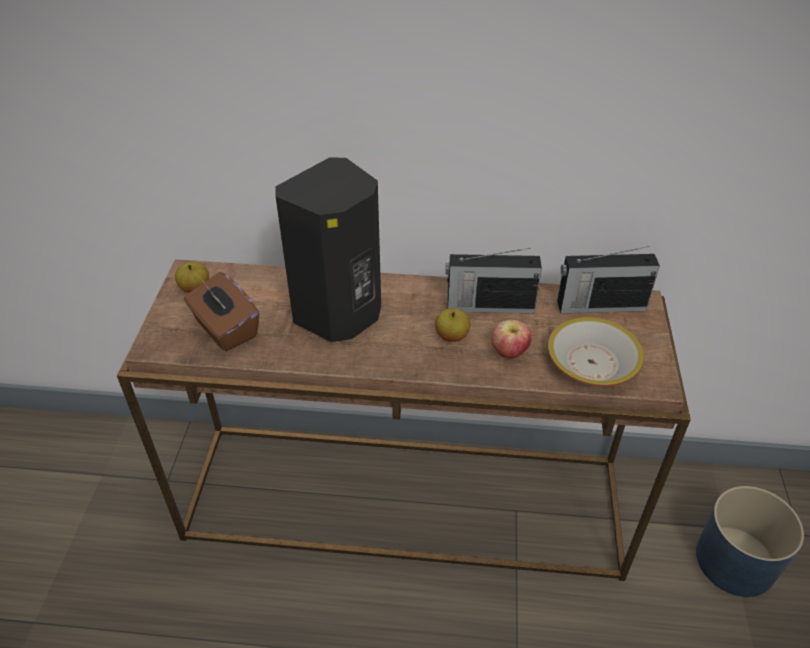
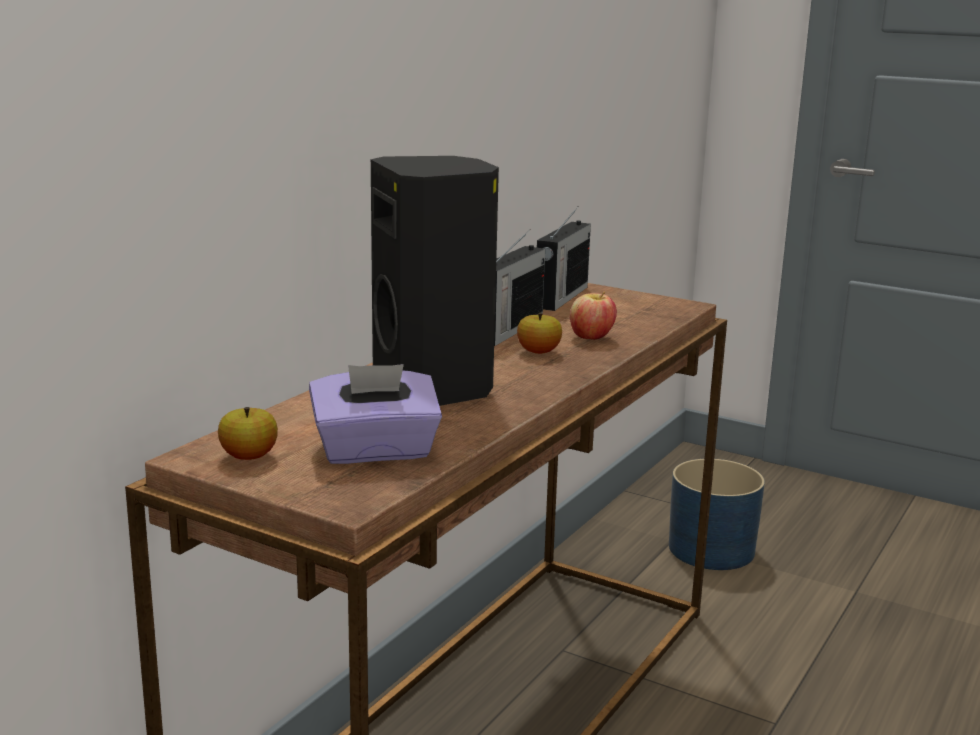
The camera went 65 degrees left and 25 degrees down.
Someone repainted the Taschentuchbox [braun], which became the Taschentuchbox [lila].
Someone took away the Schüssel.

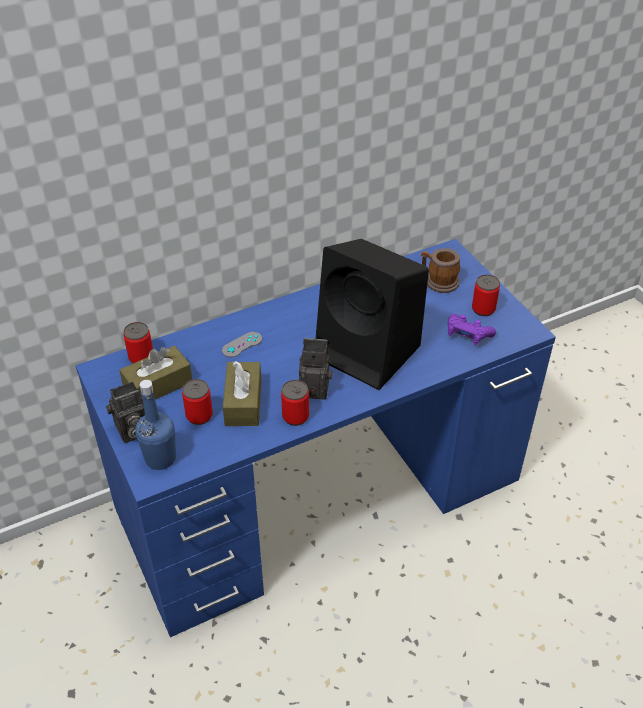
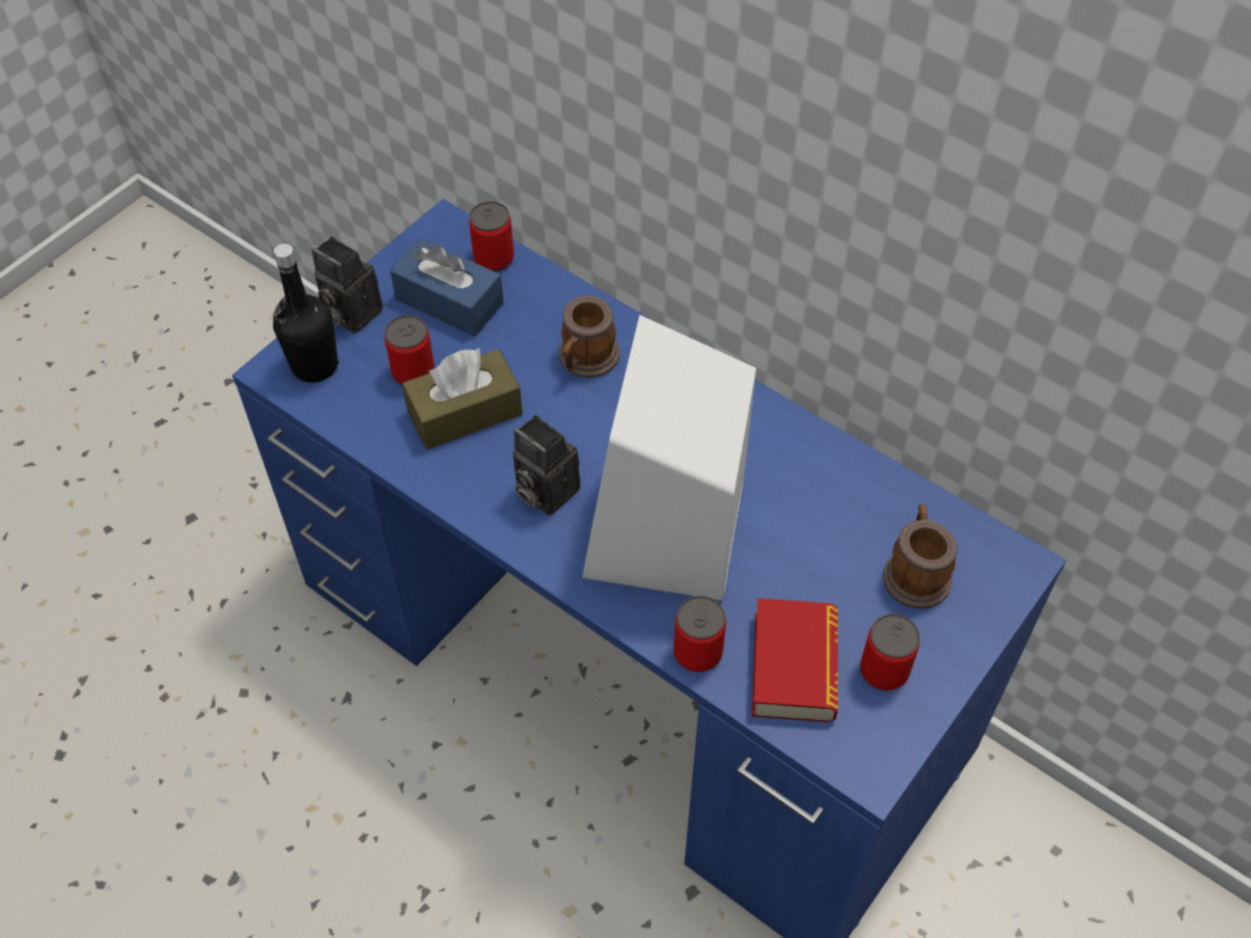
The camera went 65 degrees right and 10 degrees up.
Someone repainted the Taschentuchbox [braun] (1st from left), which became the Taschentuchbox [blau].
Someone repainted the Flasche [blau], which became the Flasche [schwarz].
Someone swapped the Gamepad [grau] for the Henkelbecher (1st from left).
Someone carried the Dose (3rd from left).
Someone rotated the Kamera (2nd from left) by 150 degrees clockwise.
Someone repainted the Lautsprecher [schwarz], which became the Lautsprecher [weiß].
Someone swapped the Gamepad [lila] for the Buch.

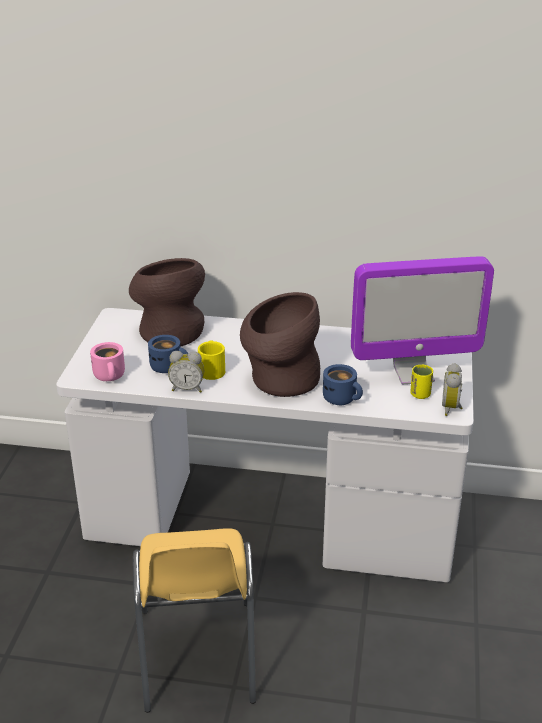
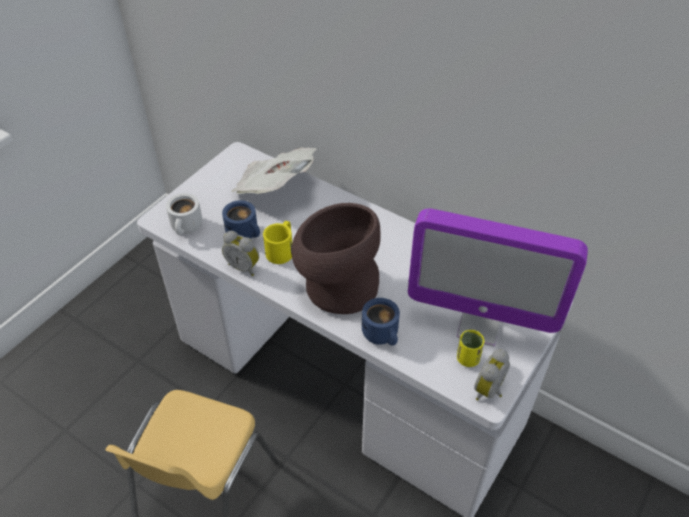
The camera went 25 degrees right and 15 degrees up.
Someone repainted the Henkelbecher [rosa], which became the Henkelbecher [weiß].
Someone swapped the Vase [braun] (1st from left) for the Zeitung.

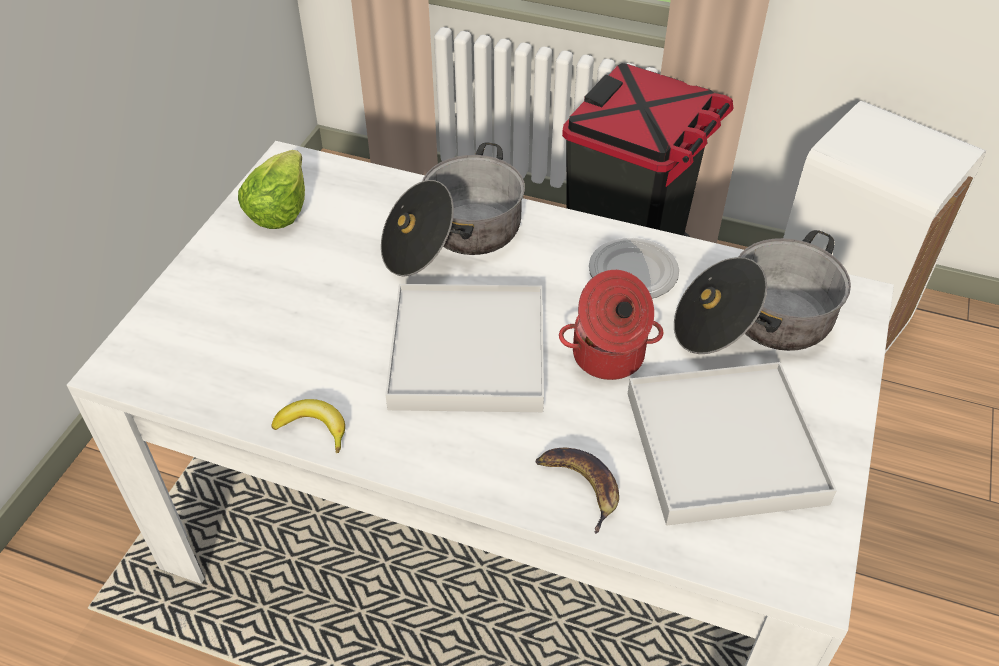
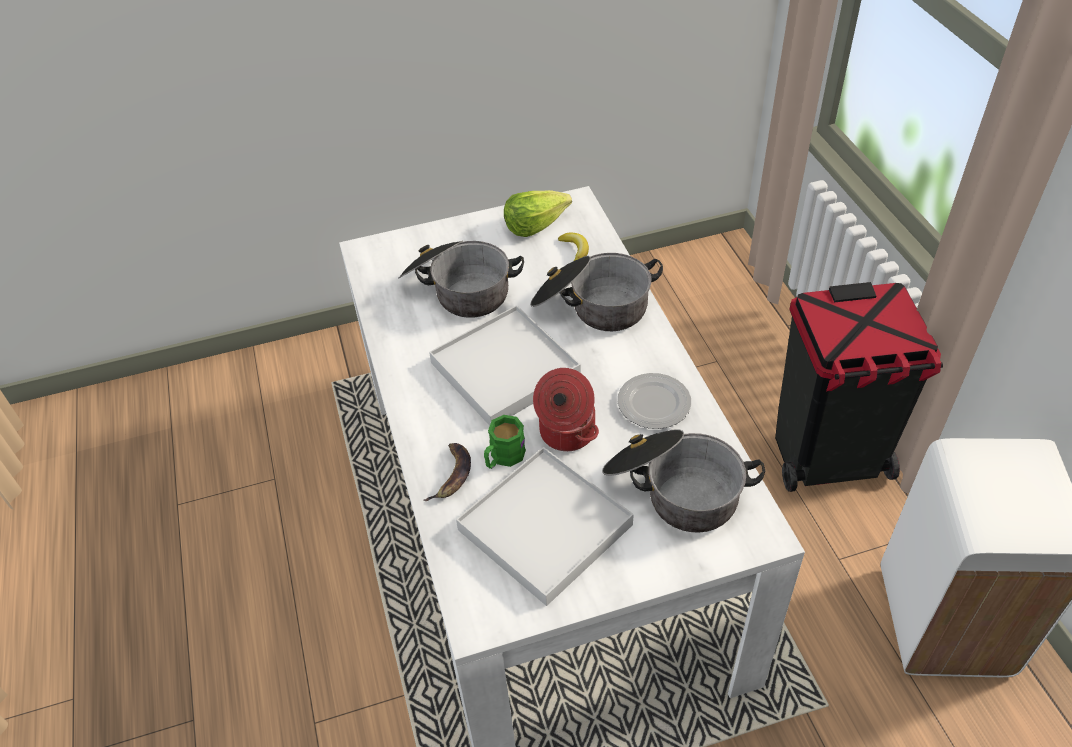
The camera went 55 degrees right and 0 degrees up.
Someone carried the Banane (1st from left in the first image).
Someone put down the Kochtopf (1st from left).
Someone put down the Henkelbecher [grün].

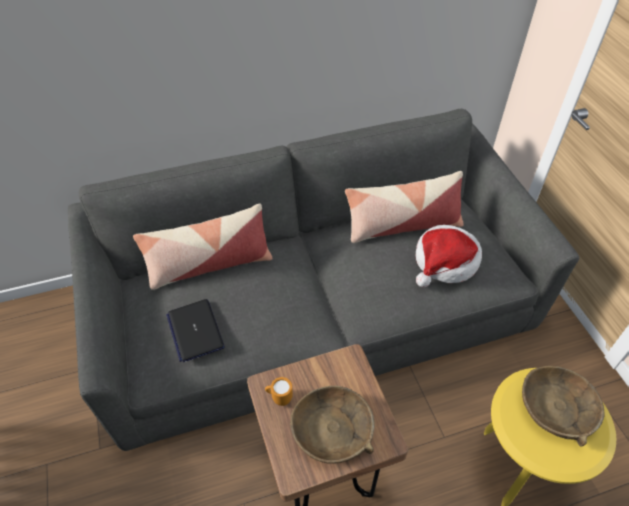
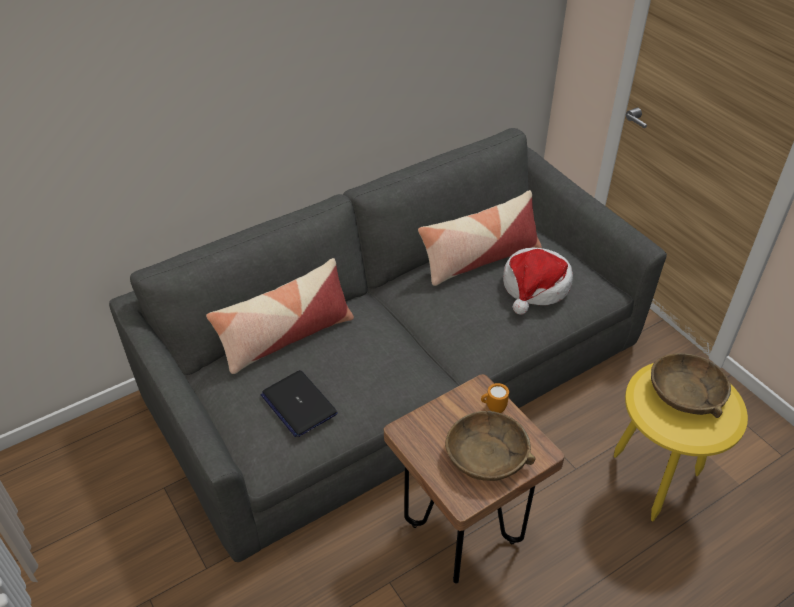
The camera went 15 degrees left and 5 degrees down.
Someone carried the Henkelbecher [orange].

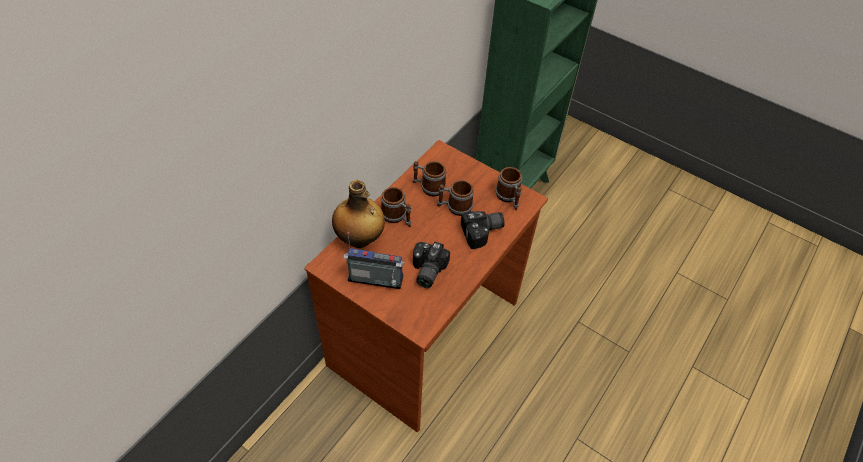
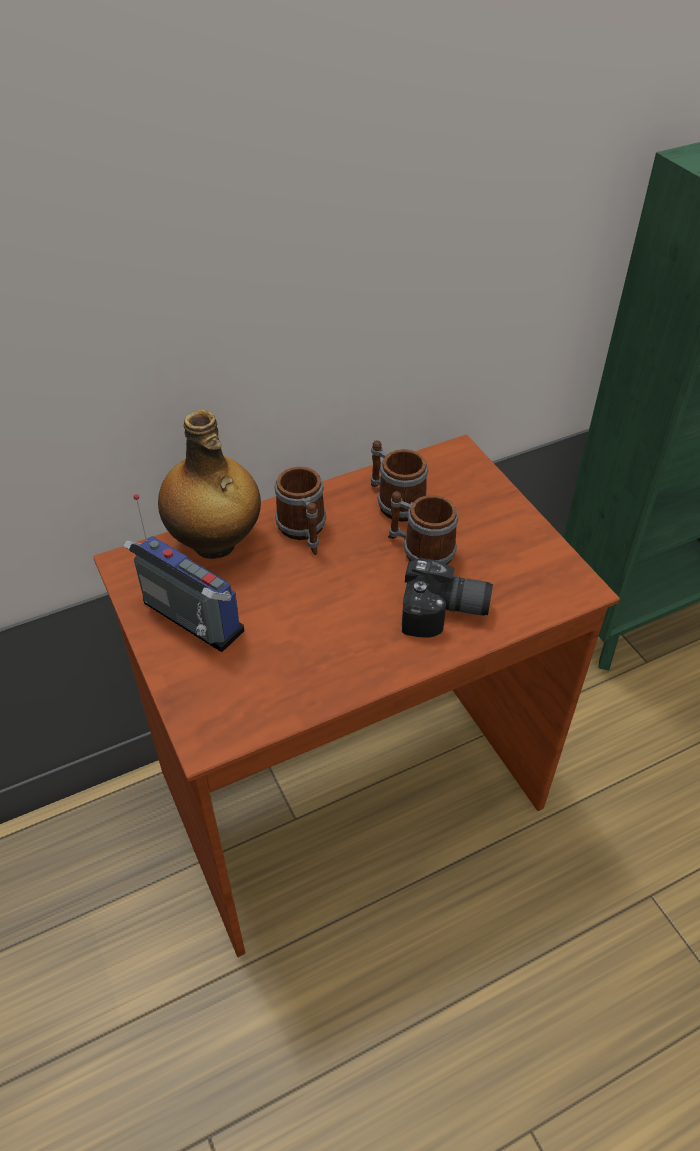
The camera went 30 degrees right and 5 degrees down.
Someone took away the Kamera (1st from left).
Someone took away the Henkelbecher (4th from left).

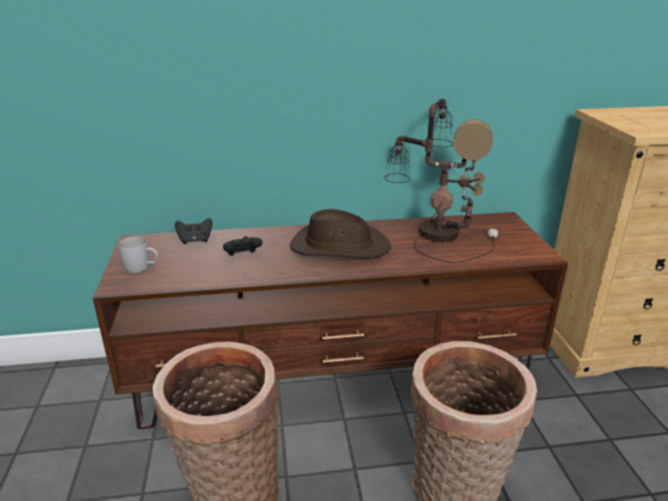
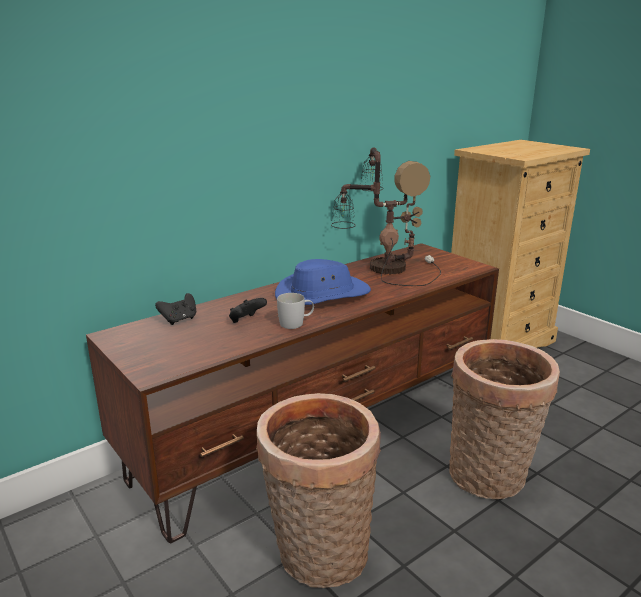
The camera went 30 degrees left and 5 degrees down.
Someone carried the Henkelbecher [weiß].
Someone repainted the Hut [braun], which became the Hut [blau].

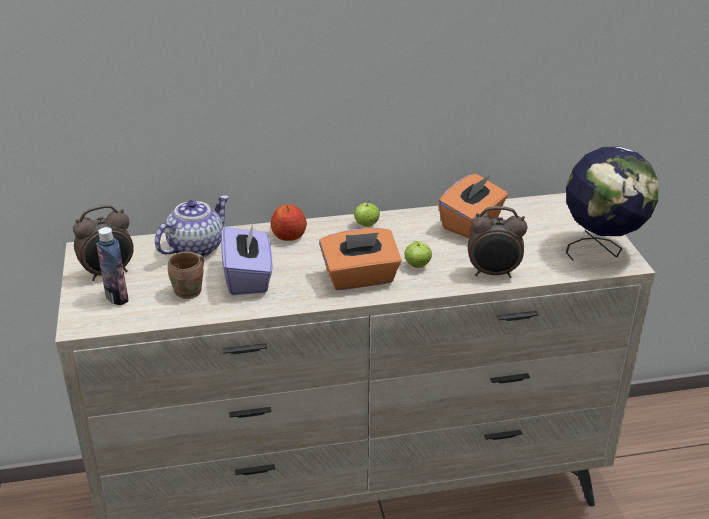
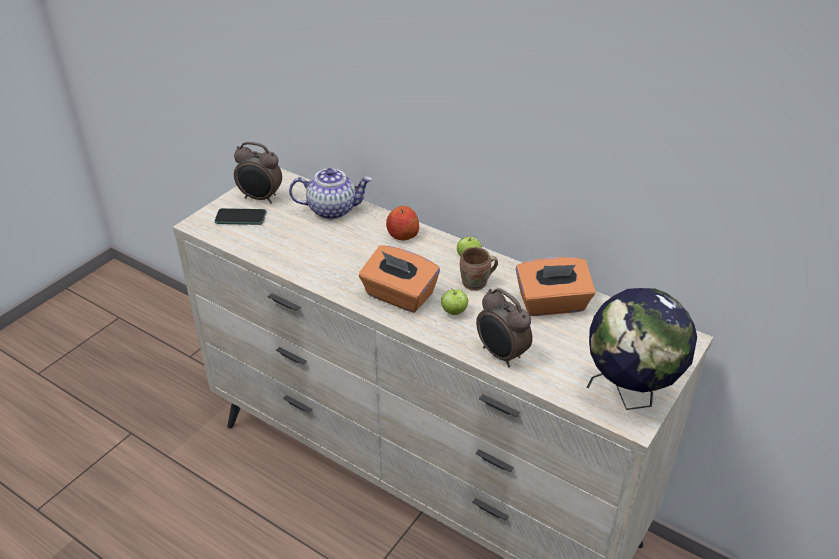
The camera went 45 degrees right and 5 degrees up.
Someone swapped the Flasche for the Handy.
Someone carried the Henkelbecher [braun].
Someone took away the Taschentuchbox [lila].

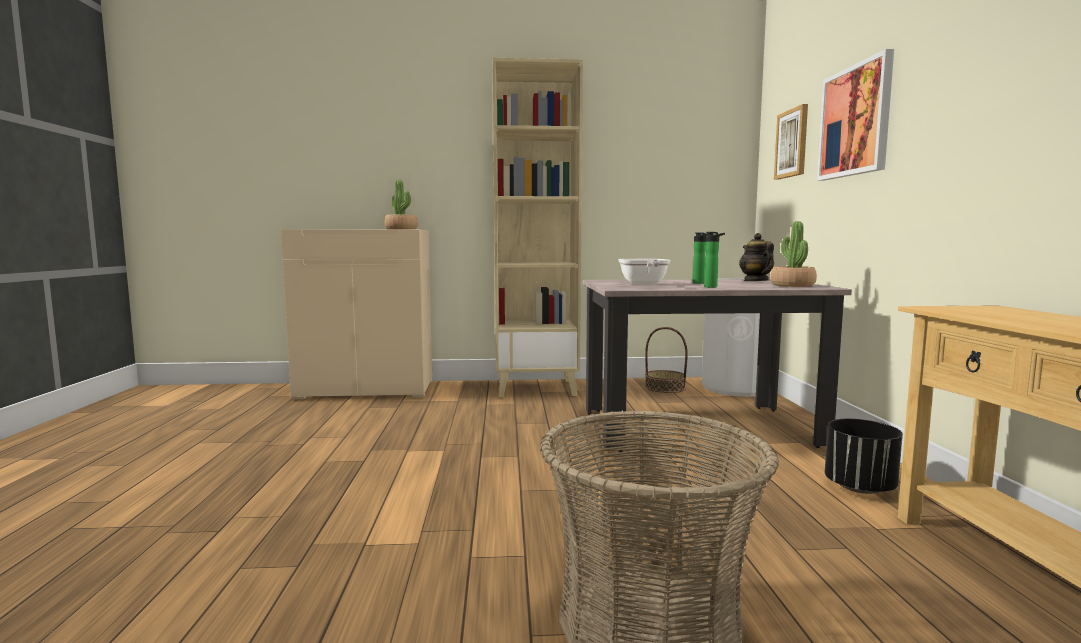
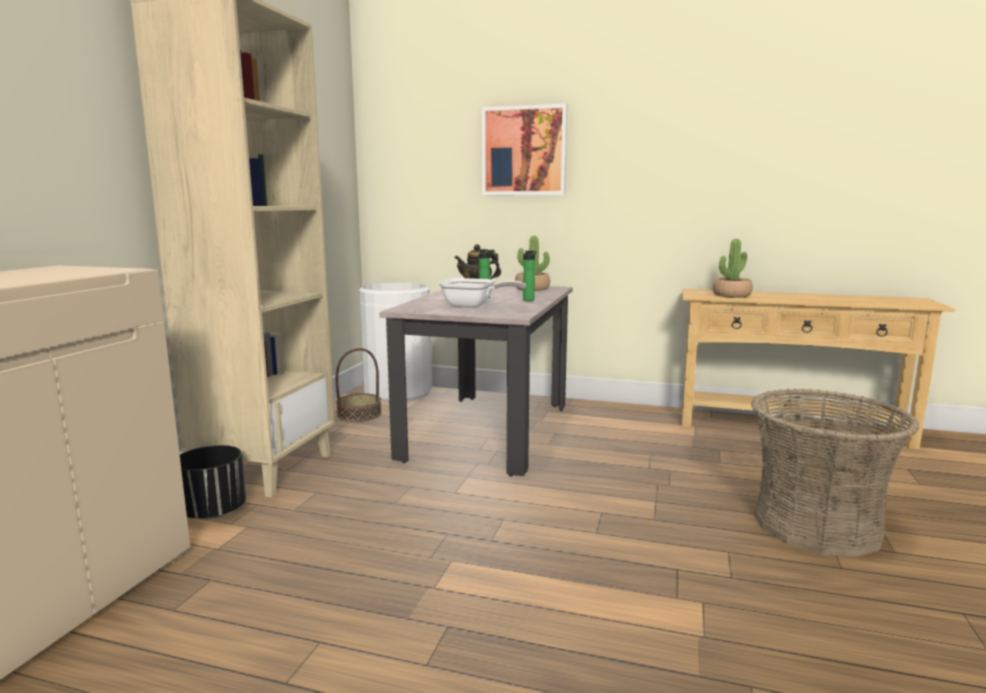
The camera went 70 degrees left and 5 degrees up.
Someone carried the Topfpflanze (1st from left in the first image).
Someone took away the Bild (1st from left).
Someone carried the Pflanzkübel [schwarz].

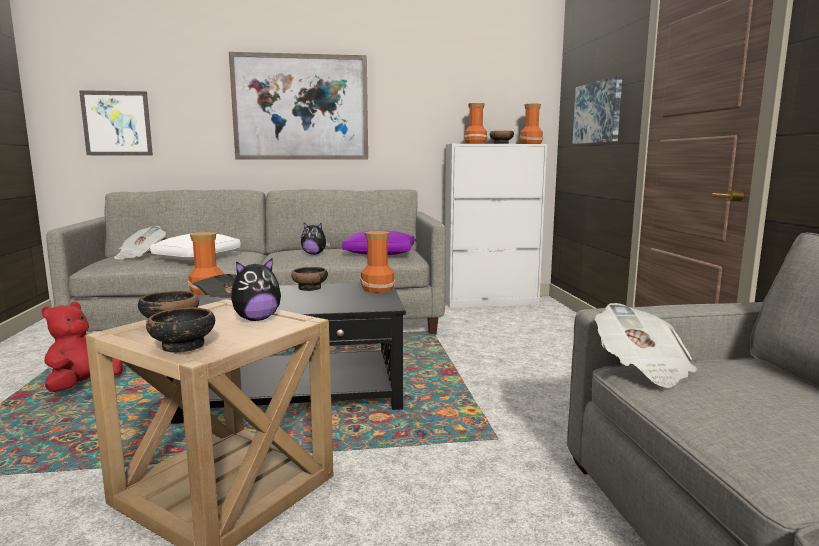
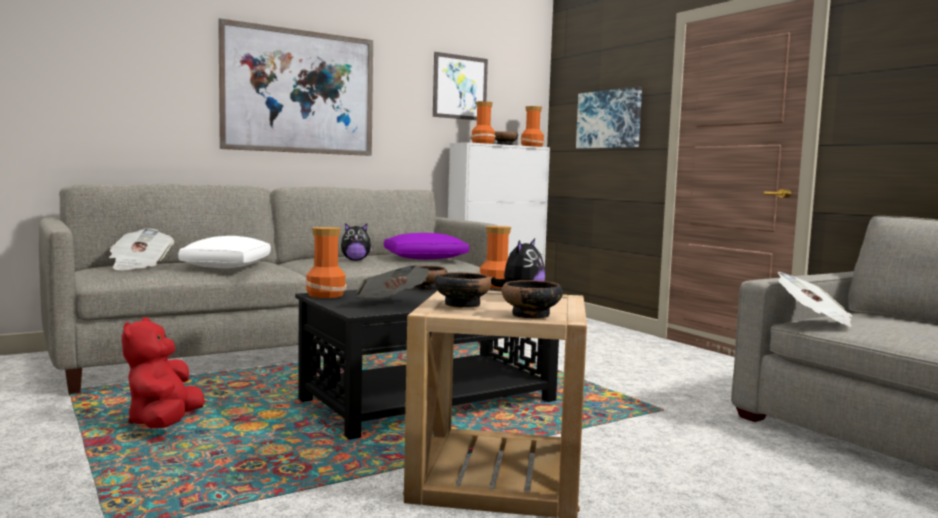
The camera went 25 degrees left and 5 degrees down.
Someone carried the Bild (1st from left in the first image).

